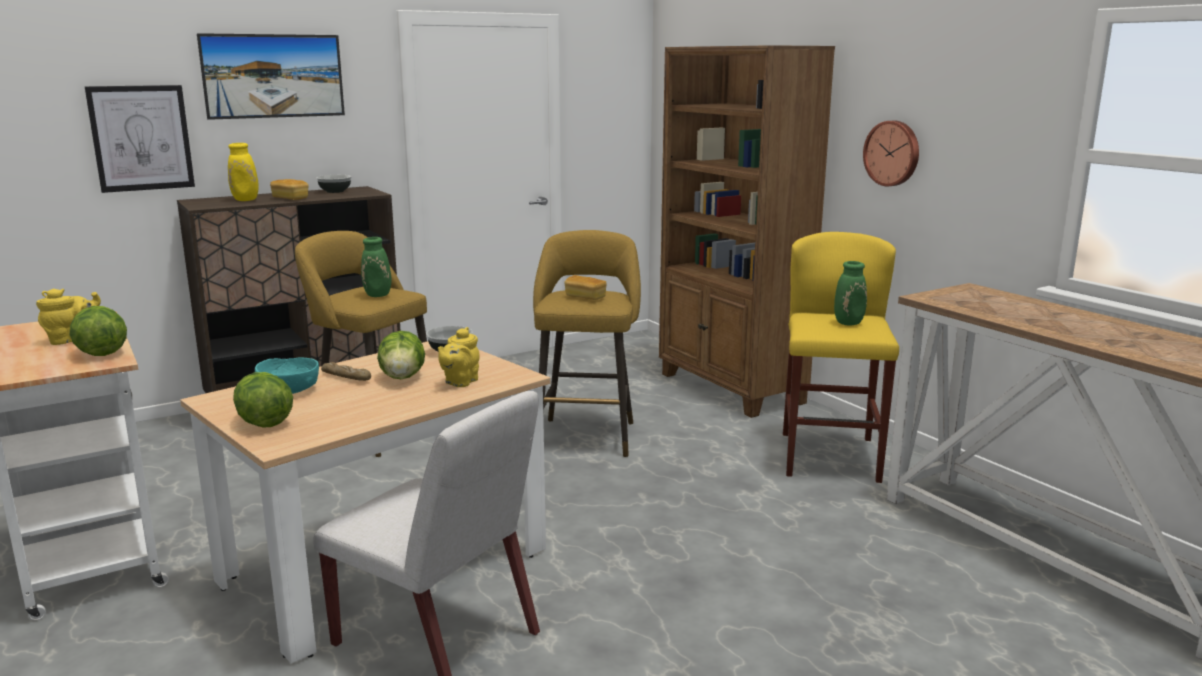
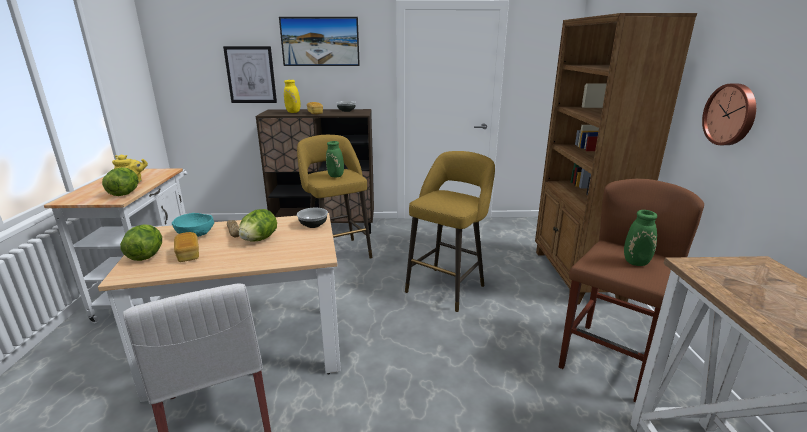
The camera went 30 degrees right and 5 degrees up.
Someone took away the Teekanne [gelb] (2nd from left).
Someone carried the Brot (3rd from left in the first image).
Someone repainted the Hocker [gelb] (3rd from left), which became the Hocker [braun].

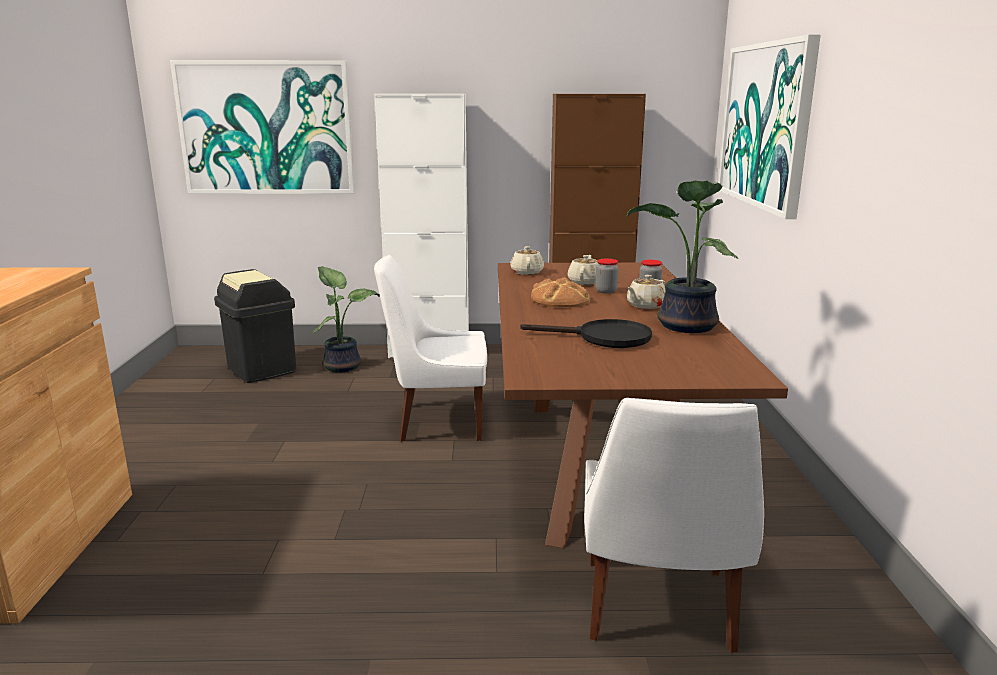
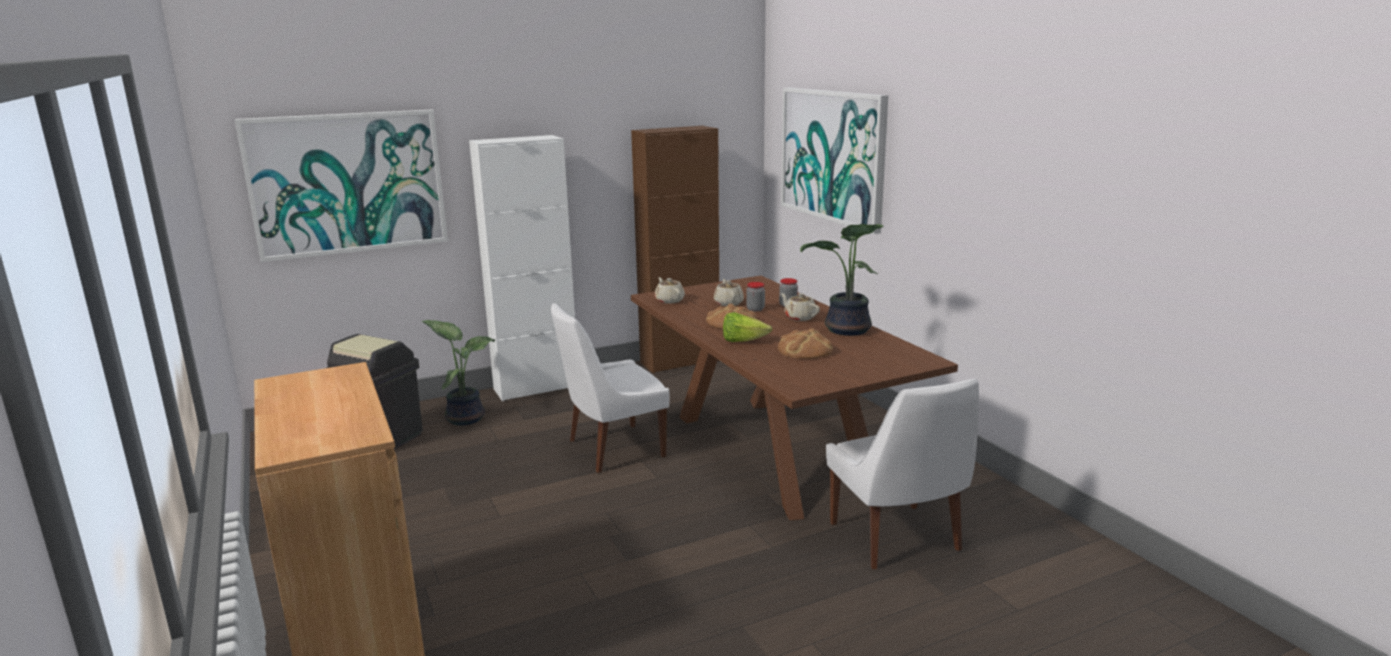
The camera went 25 degrees left and 0 degrees up.
Someone swapped the Pfanne [schwarz] for the Brot (2nd from left).
Someone rotated the Teekanne [beige] (3rd from left) by 120 degrees clockwise.
Someone put down the Salatkopf.

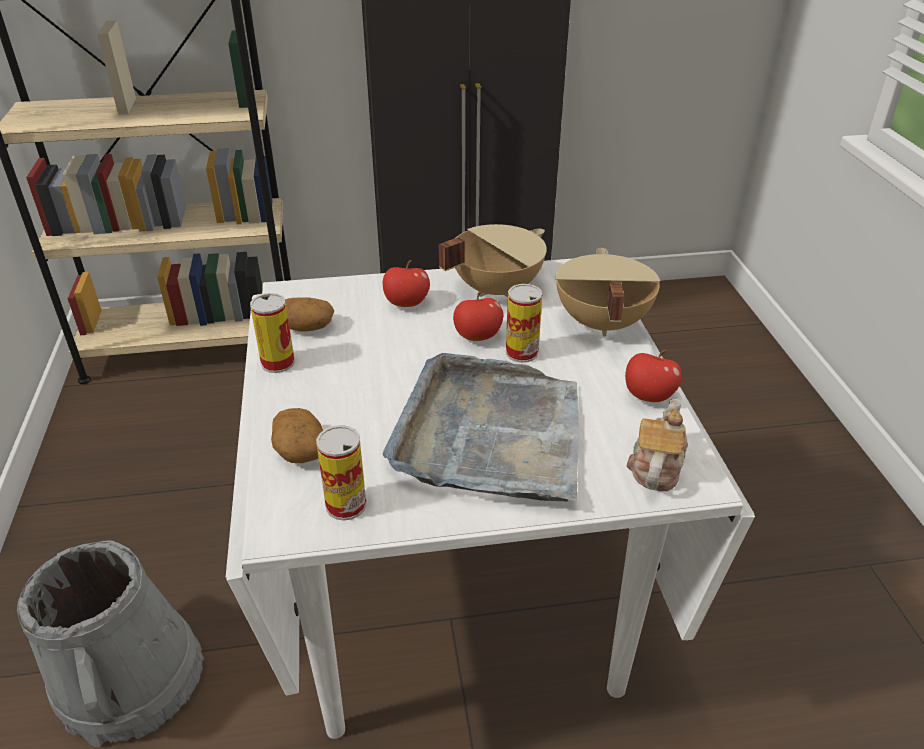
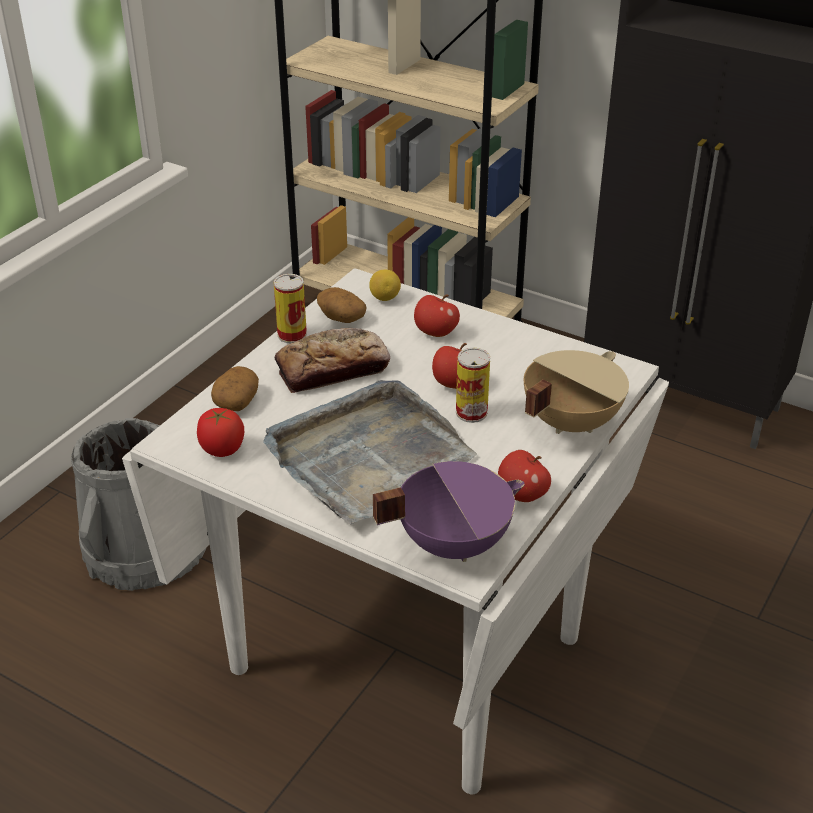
The camera went 40 degrees right and 0 degrees up.
Someone swapped the Dose (2nd from left) for the Tomate.
Someone took away the Kochtopf [beige] (1st from left).
Someone swapped the Teekanne for the Kochtopf [lila].
Someone put down the Brot.
Someone put down the Zitrone.

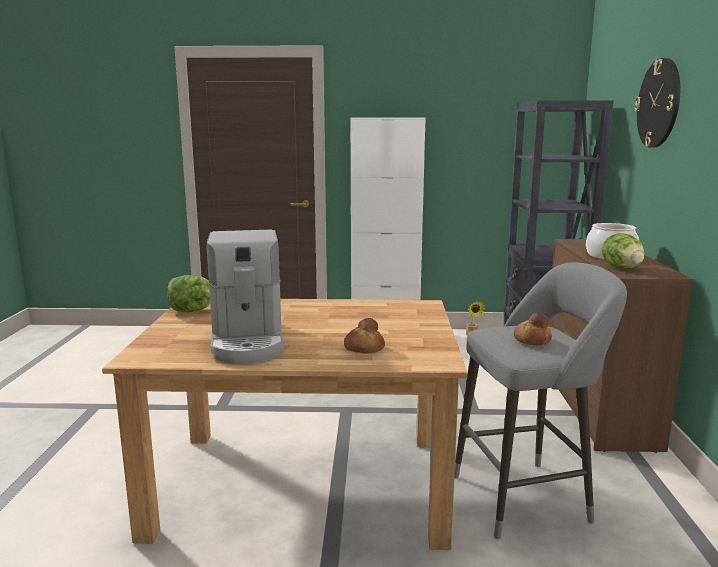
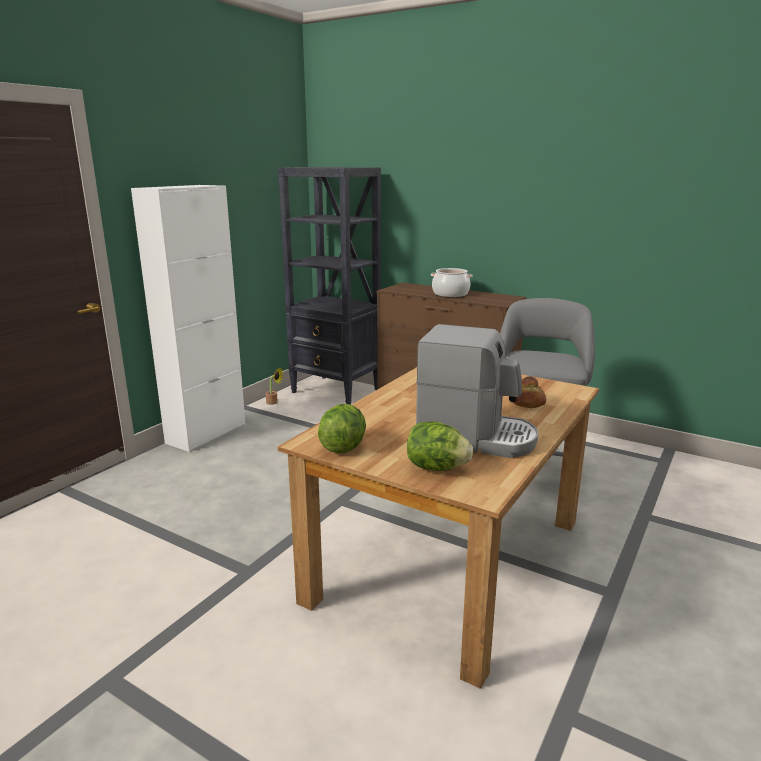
The camera went 60 degrees left and 5 degrees up.
Someone took away the Brot (2nd from left).
Someone carried the Salatkopf (2nd from left).
Someone took away the Wanduhr.

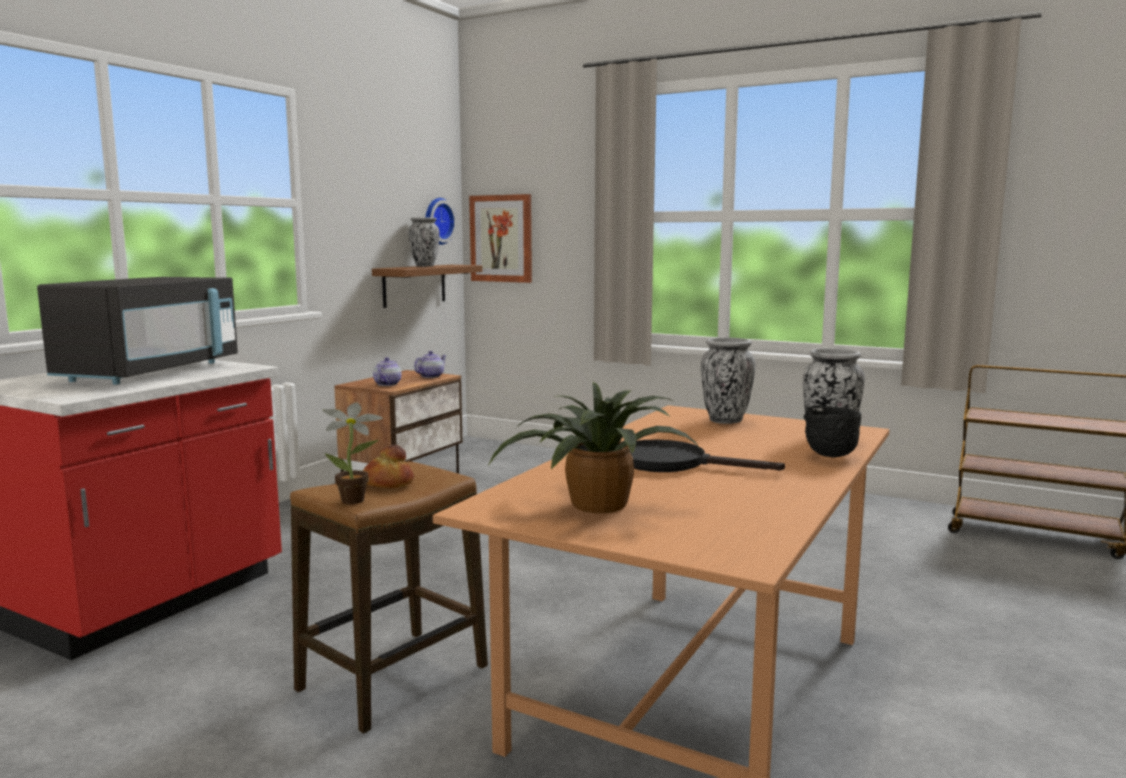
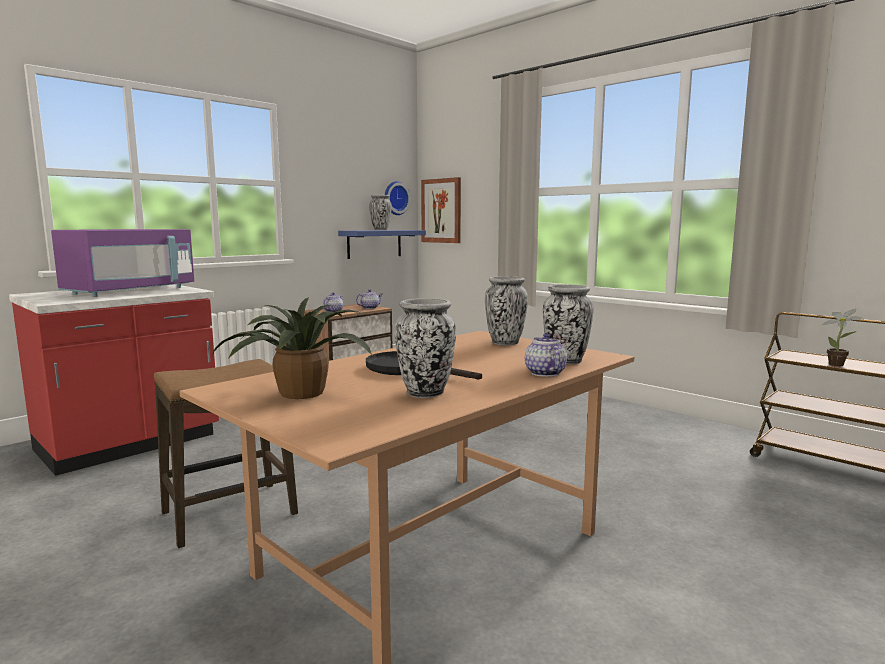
The camera went 15 degrees right and 0 degrees up.
Someone repainted the Mikrowelle [schwarz], which became the Mikrowelle [lila].
Someone carried the Topfpflanze (1st from left in the first image).
Someone took away the Brot.
Someone repainted the Wandregal [braun], which became the Wandregal [blau].
Someone swapped the Schüssel [schwarz] for the Teekanne (3rd from left).
Someone put down the Vase (2nd from left).

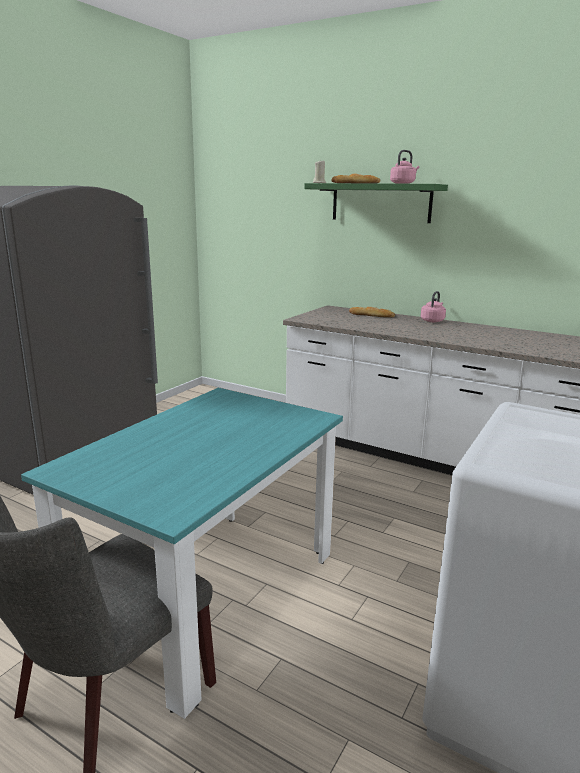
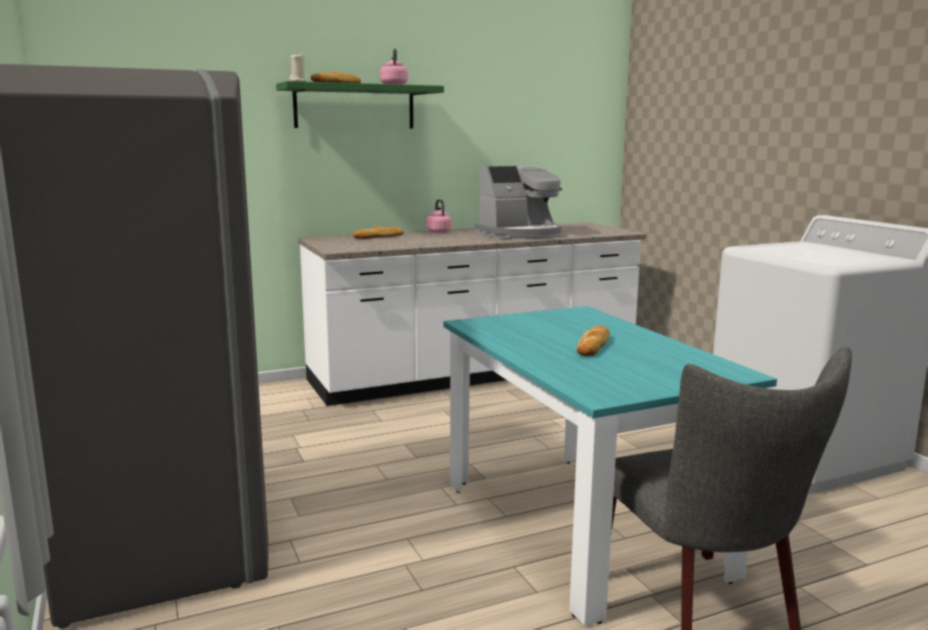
The camera went 55 degrees left and 5 degrees down.
Someone put down the Kaffeemaschine.
Someone put down the Brot (3rd from left).

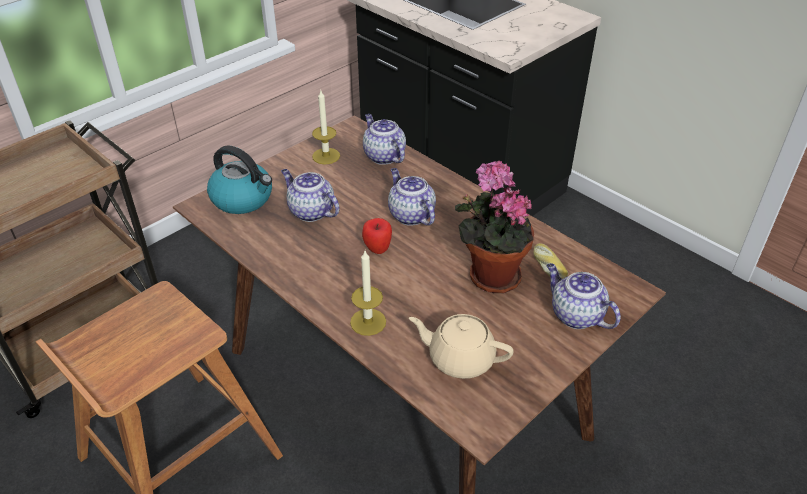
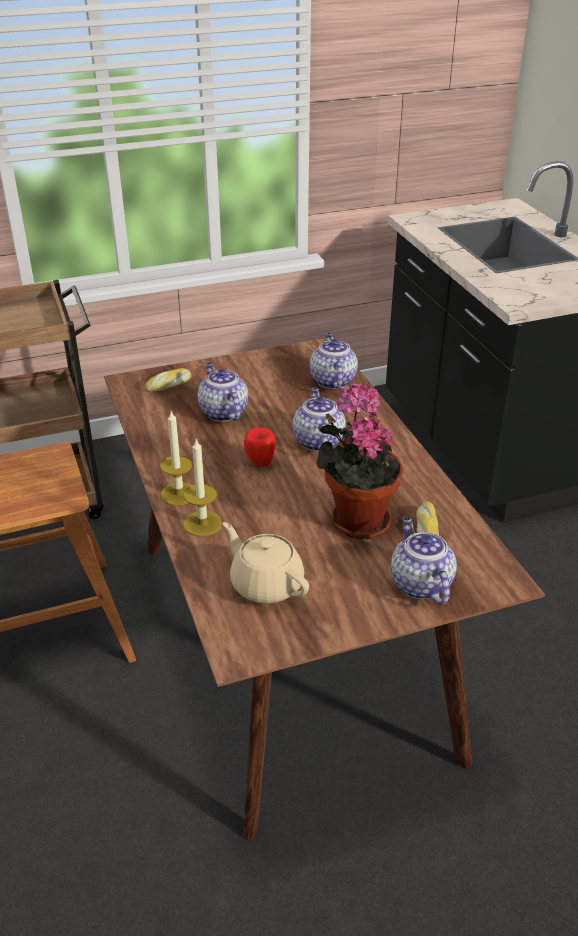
The camera went 25 degrees right and 5 degrees down.
Someone swapped the Wasserkessel for the Brot (1st from left).
Someone carried the Kerze (1st from left).

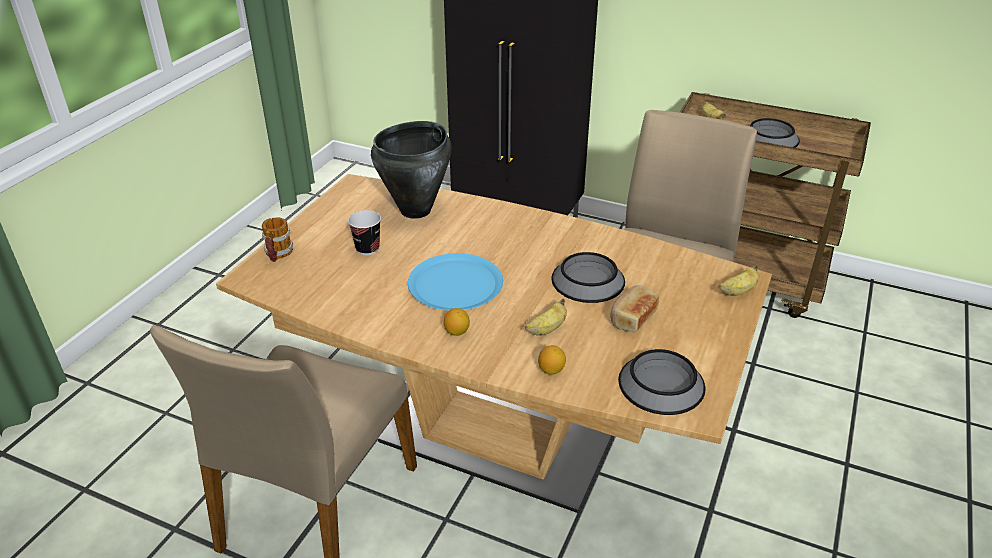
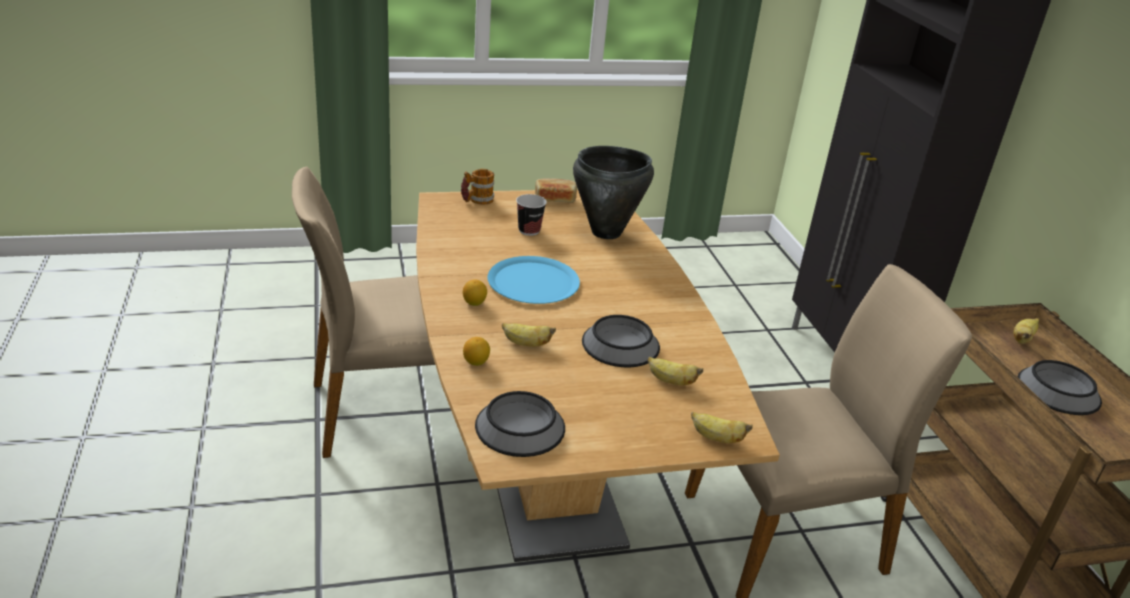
The camera went 50 degrees right and 5 degrees down.
Someone carried the Brot.
Someone put down the Banane (2nd from left).

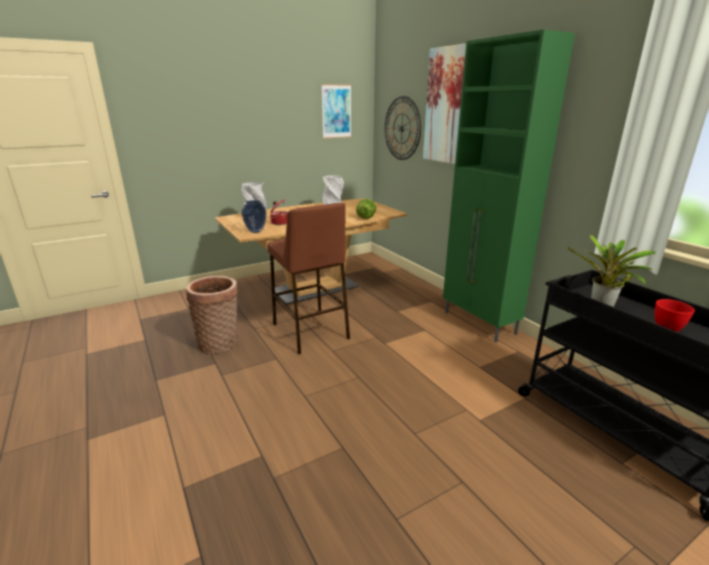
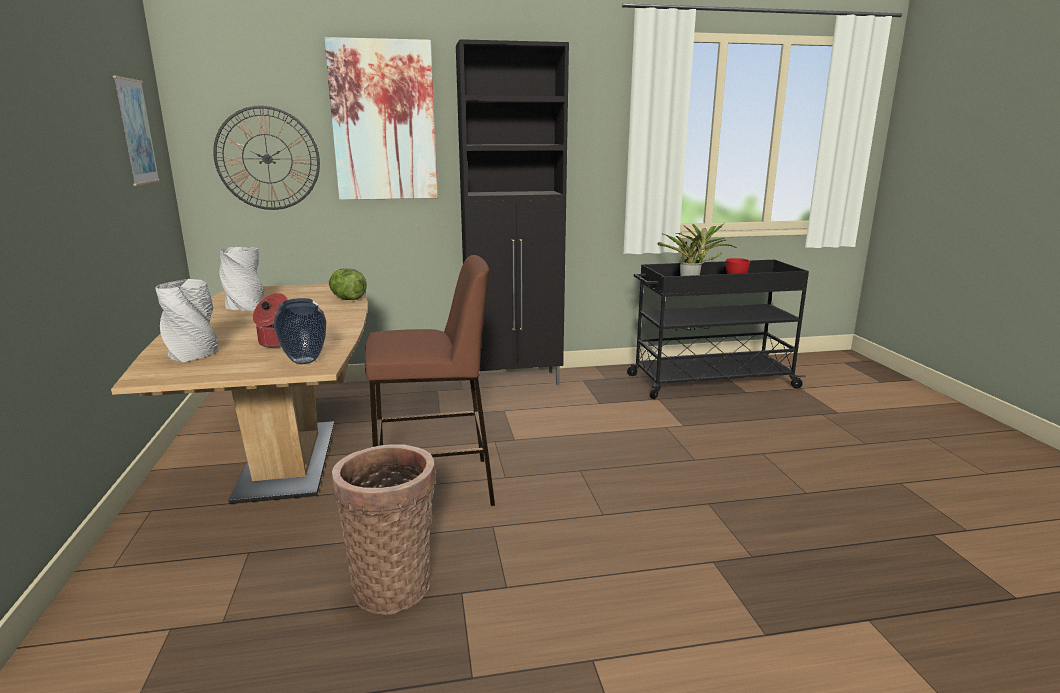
The camera went 70 degrees left and 5 degrees down.
Someone repainted the Schrank [grün], which became the Schrank [schwarz].

